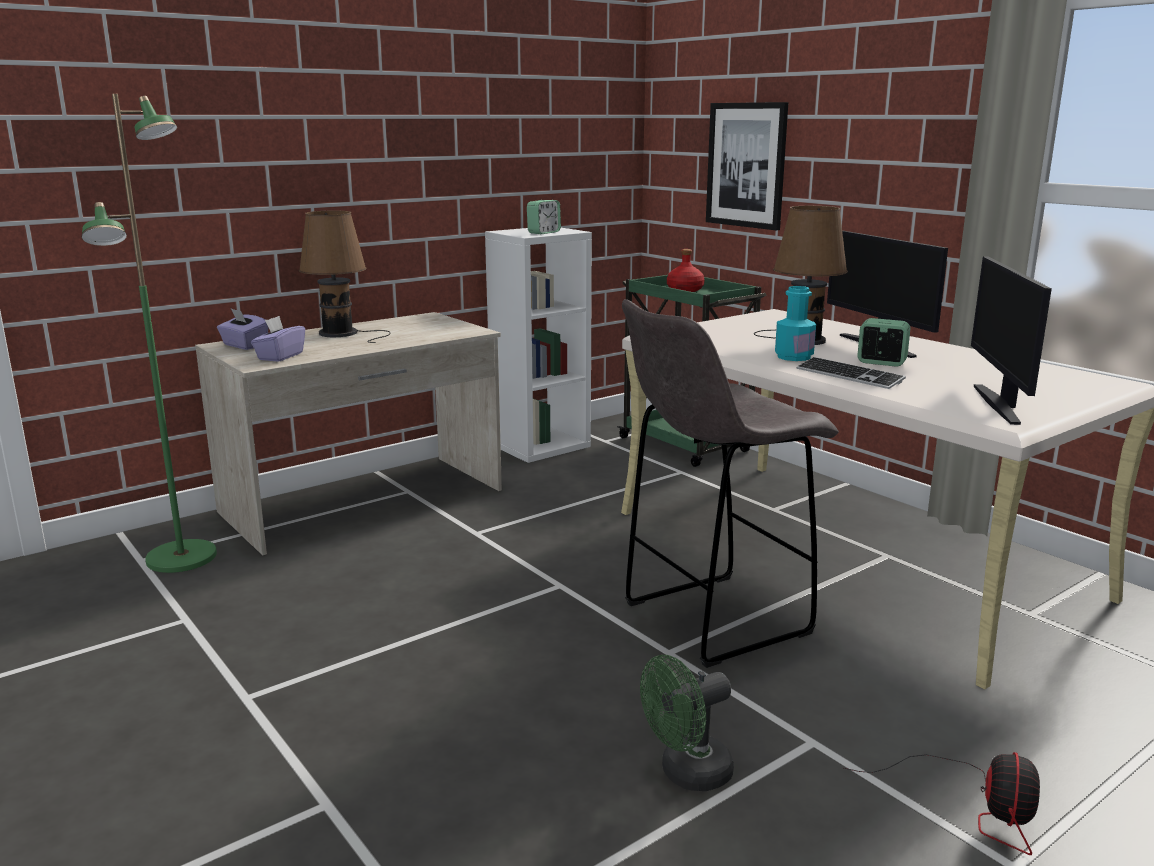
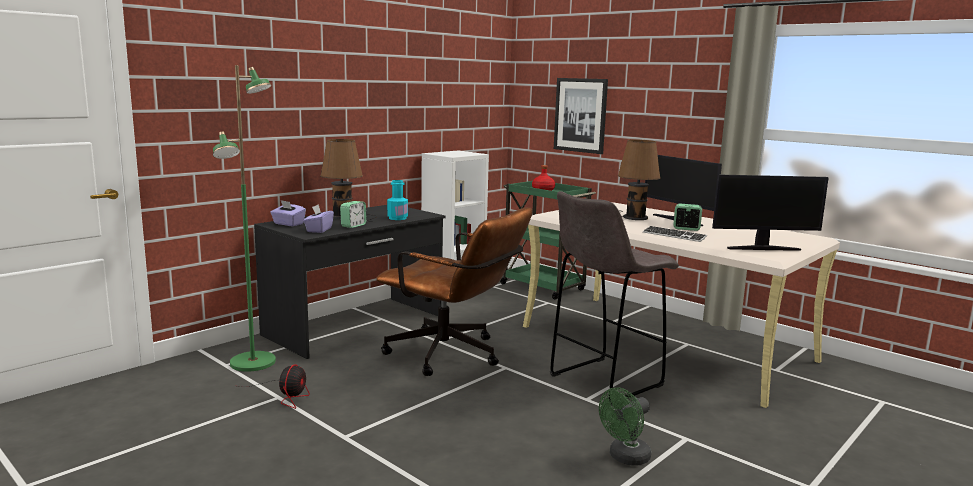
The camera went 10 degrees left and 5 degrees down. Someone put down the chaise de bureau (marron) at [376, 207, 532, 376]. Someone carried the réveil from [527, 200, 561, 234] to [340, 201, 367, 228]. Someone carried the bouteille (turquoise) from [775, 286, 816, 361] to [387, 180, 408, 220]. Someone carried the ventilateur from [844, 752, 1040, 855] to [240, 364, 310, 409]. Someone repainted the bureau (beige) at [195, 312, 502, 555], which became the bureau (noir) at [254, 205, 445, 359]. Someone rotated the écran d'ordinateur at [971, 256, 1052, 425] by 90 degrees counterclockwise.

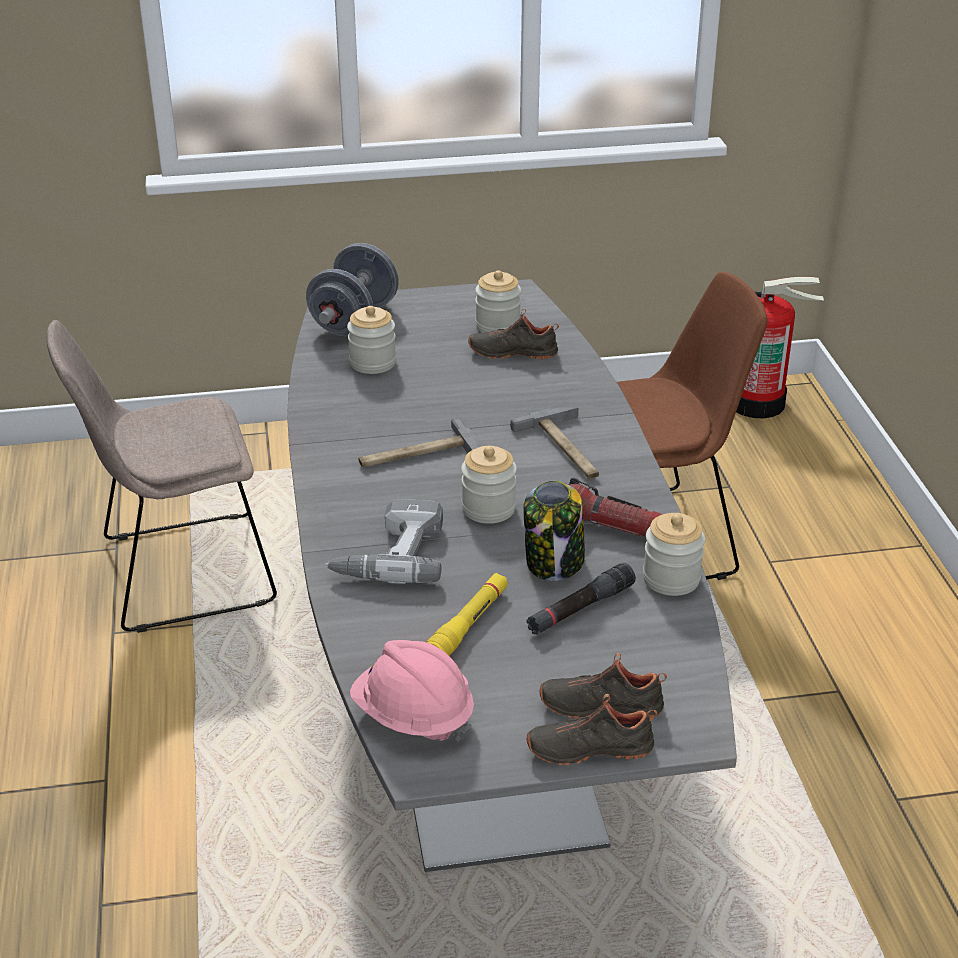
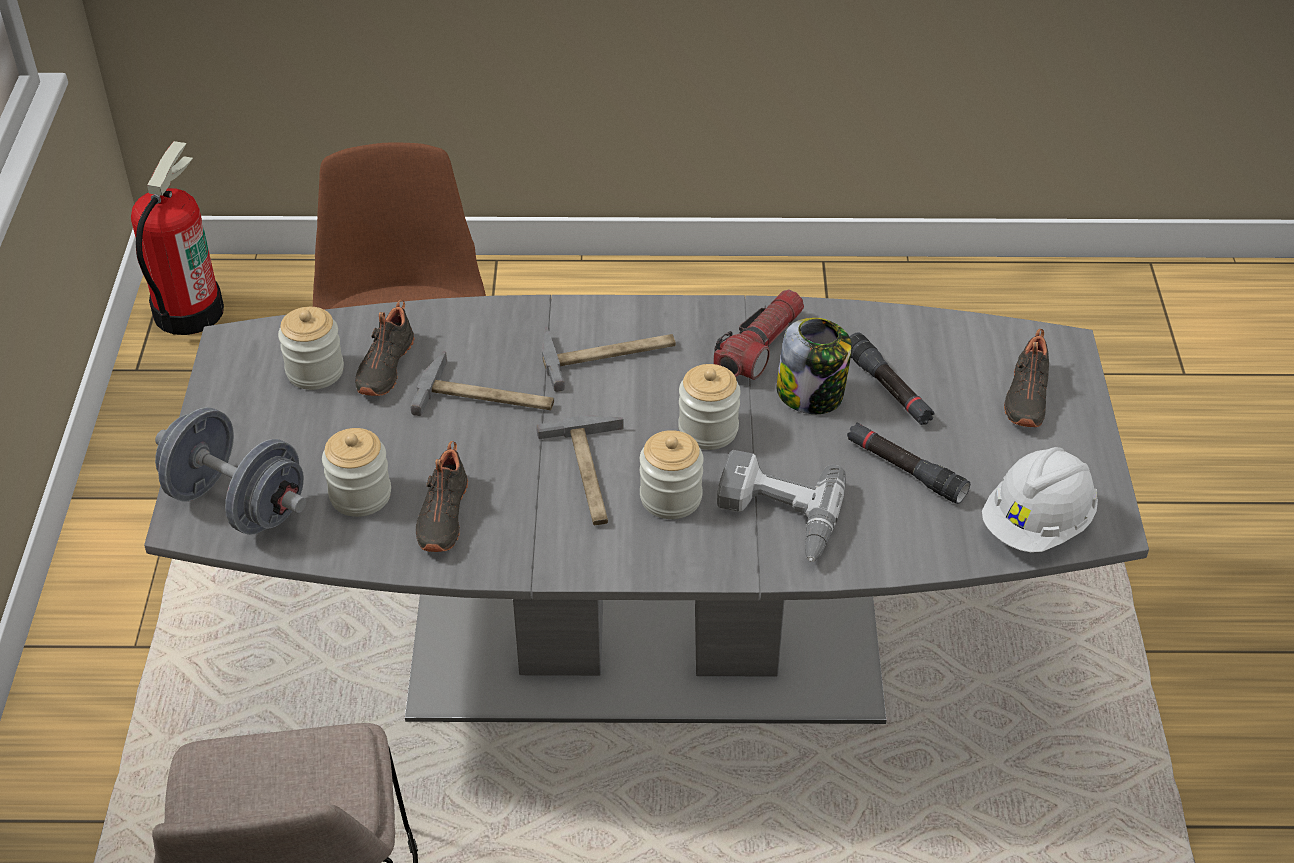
The camera went 80 degrees left and 10 degrees up. Someone put down the marteau at [410, 350, 554, 416]. Someone carried the chaussure (noir) from [527, 694, 657, 765] to [416, 441, 468, 552]. Someone carried the bocal from [643, 513, 705, 596] to [640, 430, 704, 519]. Someone repainted the casque de chantier (rose) at [350, 640, 474, 742], which became the casque de chantier (blanc) at [982, 447, 1098, 553]. Someone repainted the lampe de poche (jaune) at [427, 573, 508, 656], which became the lampe de poche (noir) at [847, 422, 970, 504].

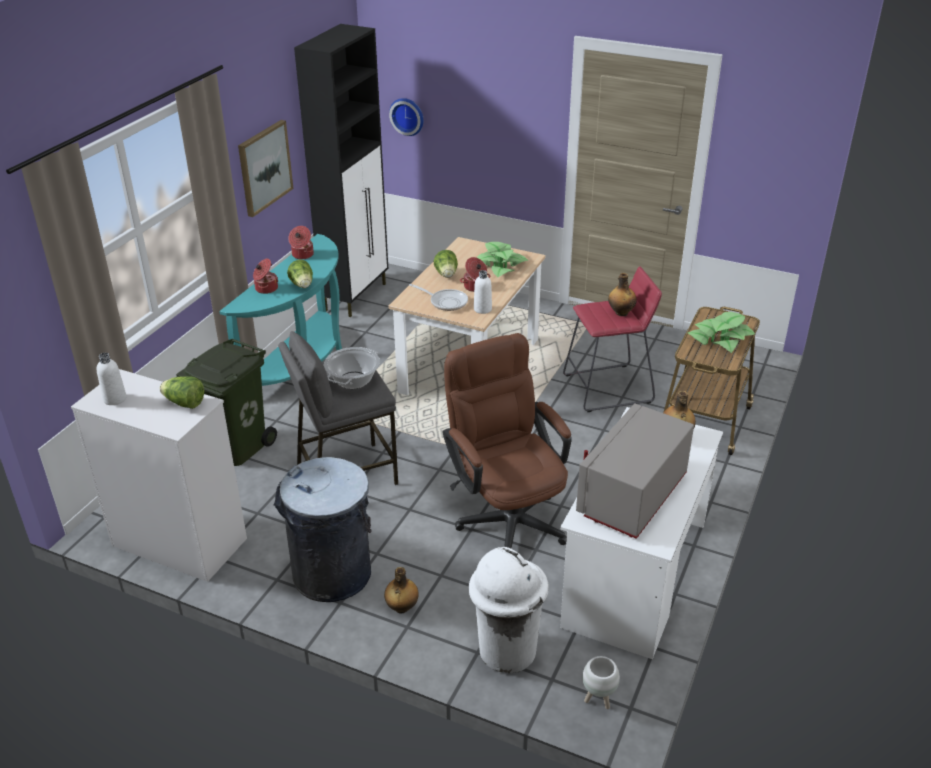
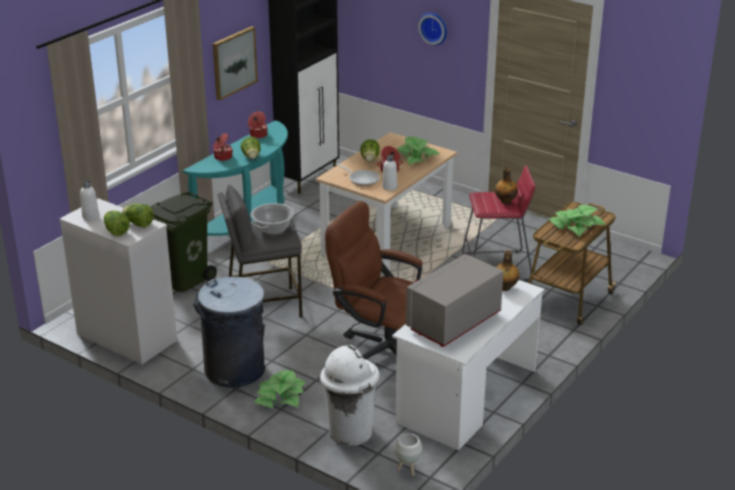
The camera went 10 degrees right and 5 degrees down. Someone put down the laitue at [104, 210, 130, 236]. Someone carried the horloge murale from [389, 98, 424, 136] to [418, 13, 447, 46]. Someone swapped the bouteille at [384, 567, 419, 614] for the plante en pot at [254, 370, 306, 408]. Someone rotated the chaise de bureau (marron) at [442, 333, 572, 548] by 45 degrees counterclockwise.

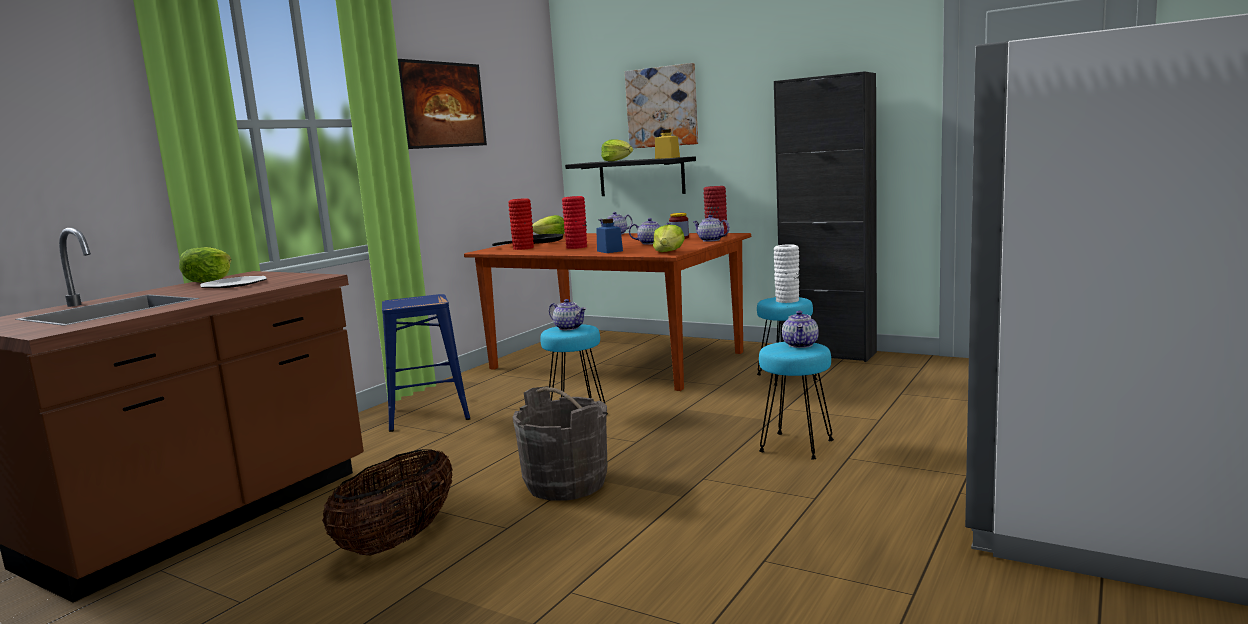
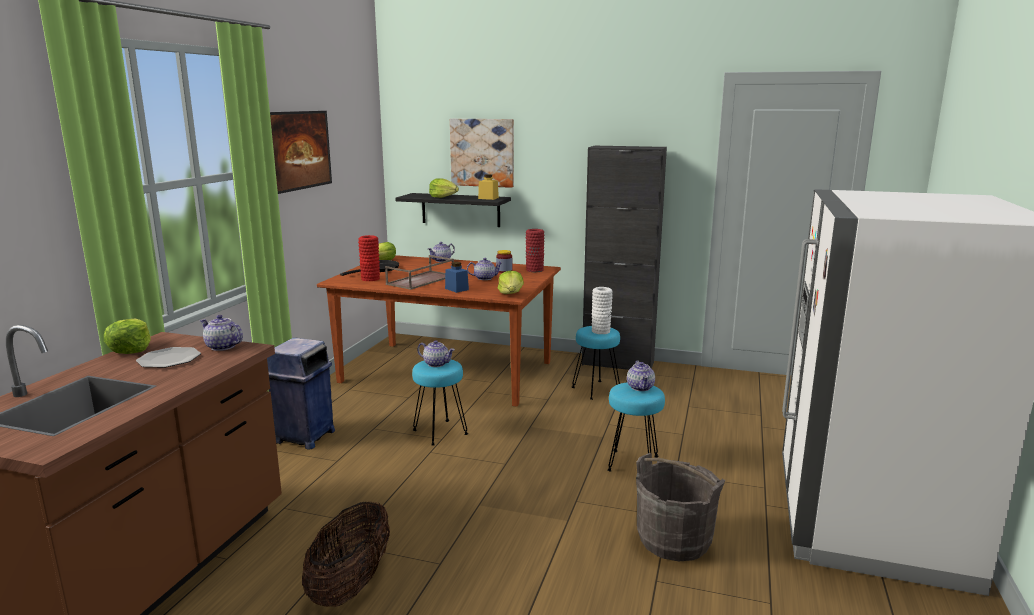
The camera went 15 degrees left and 5 degrees up. Someone carried the seau (gris) from [512, 386, 607, 501] to [636, 453, 726, 561]. Someone carried the théière from [693, 215, 730, 242] to [200, 315, 243, 351]. Someone swapped the tabouret (bleu) at [382, 294, 470, 432] for the poubelle (bleu) at [267, 337, 335, 450]. Someone swapped the vase (rouge) at [562, 196, 587, 249] for the plateau (marron) at [385, 255, 454, 290].

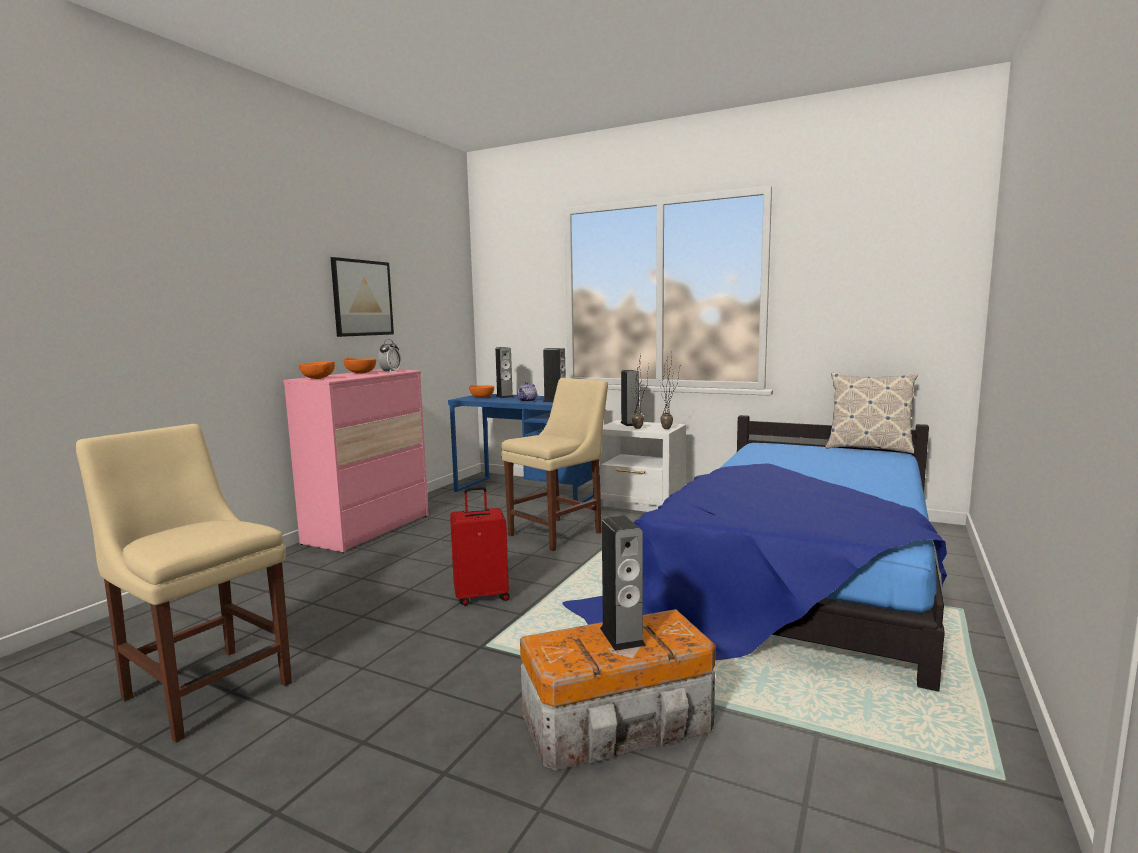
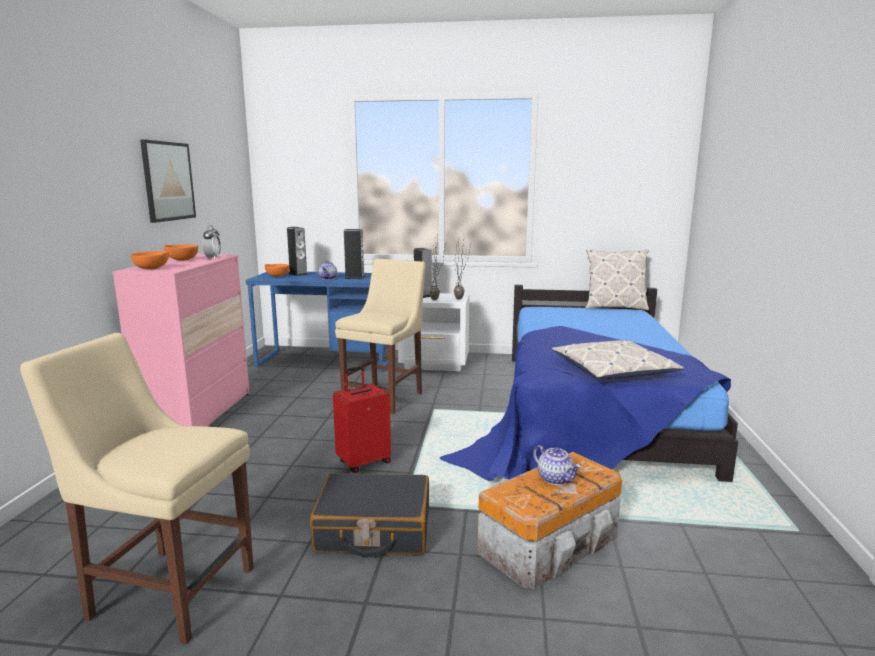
The camera went 20 degrees left and 5 degrees up. Someone put down the valise (noir) at [310, 473, 429, 558]. Someone put down the coussin at [552, 340, 684, 379]. Someone swapped the enceinte at [600, 516, 646, 651] for the théière at [533, 445, 581, 485].

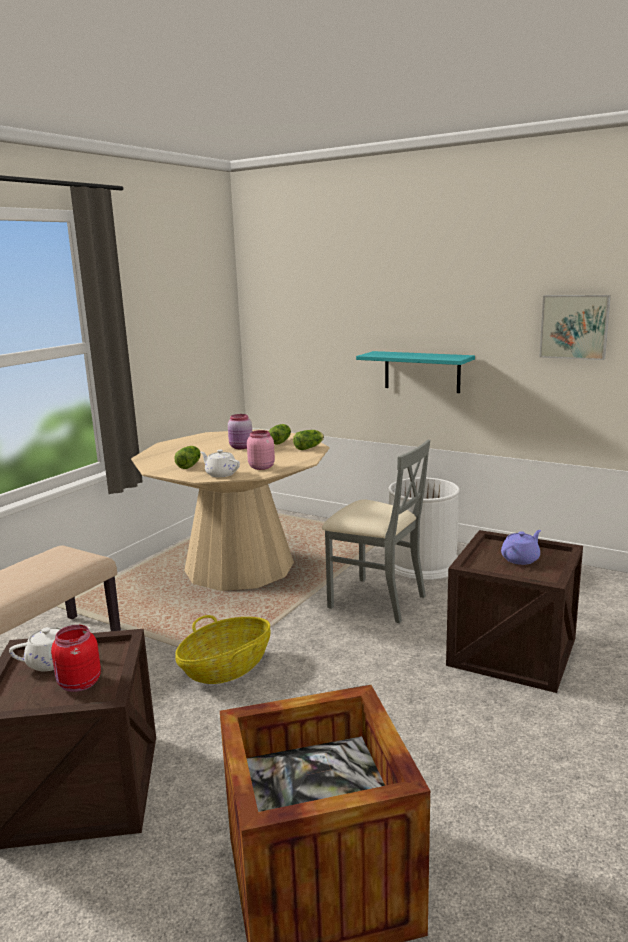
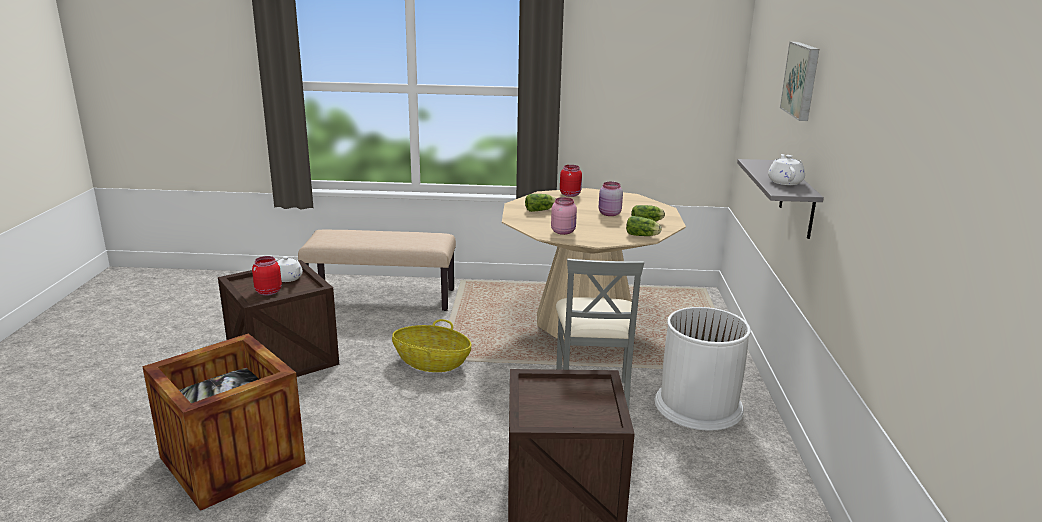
The camera went 60 degrees right and 5 degrees up. Someone took away the théière (violet) at [501, 530, 541, 565]. Someone put down the bocal (rouge) at [560, 165, 582, 197]. Someone carried the théière (blanc) from [200, 450, 240, 477] to [768, 154, 805, 185]. Someone carried the tableau from [539, 295, 611, 360] to [780, 41, 819, 121]. Someone repainted the étagère (turquoise) at [356, 351, 475, 393], which became the étagère (gris) at [737, 159, 824, 239].

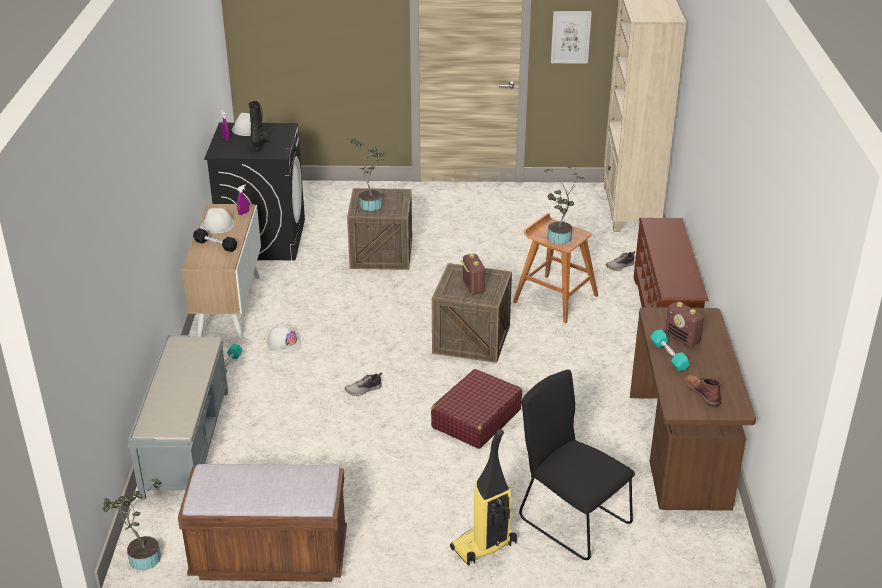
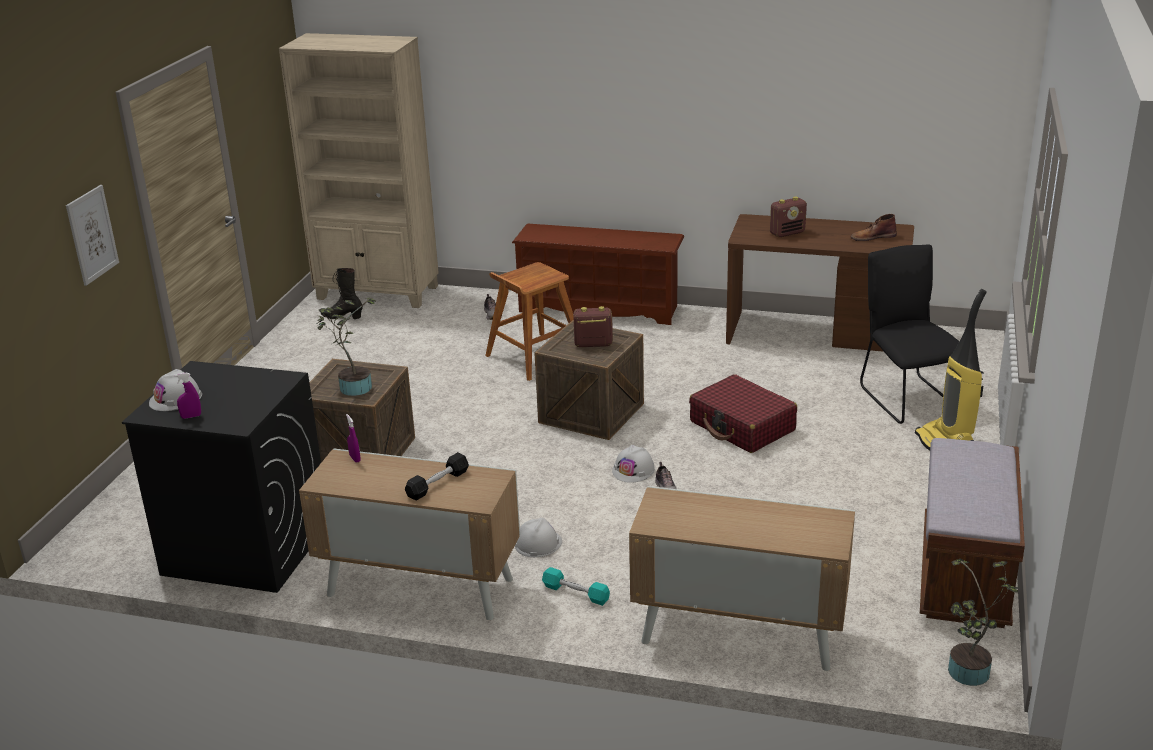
The camera went 75 degrees left and 5 degrees down. Someone took away the plante en pot at [544, 165, 585, 244]. Someone took away the haltère (turquoise) at [650, 329, 690, 371]. Someone carried the casque de chantier (blanc) from [200, 208, 234, 233] to [612, 445, 655, 483]. Someone carried the botte (noir) from [249, 100, 269, 151] to [321, 268, 363, 319]. Someone carried the tableau from [551, 11, 592, 64] to [66, 185, 119, 286]. Someone swapped the banc (gris) at [127, 335, 228, 500] for the meuble de rangement at [629, 486, 855, 671]. Someone rotated the chaise (noir) at [519, 370, 635, 560] by 105 degrees clockwise.

